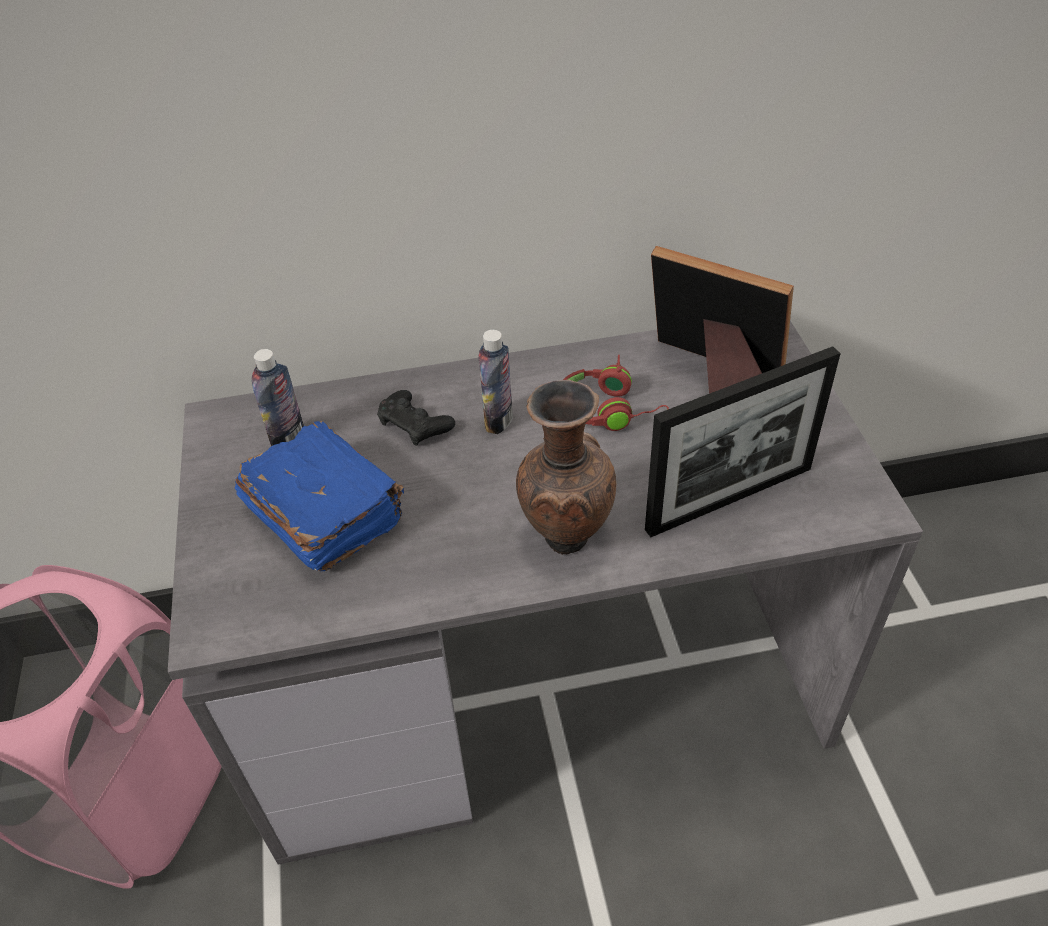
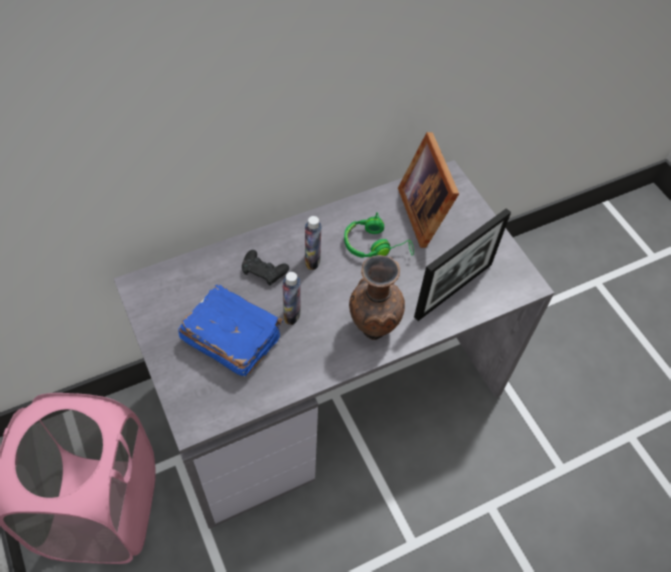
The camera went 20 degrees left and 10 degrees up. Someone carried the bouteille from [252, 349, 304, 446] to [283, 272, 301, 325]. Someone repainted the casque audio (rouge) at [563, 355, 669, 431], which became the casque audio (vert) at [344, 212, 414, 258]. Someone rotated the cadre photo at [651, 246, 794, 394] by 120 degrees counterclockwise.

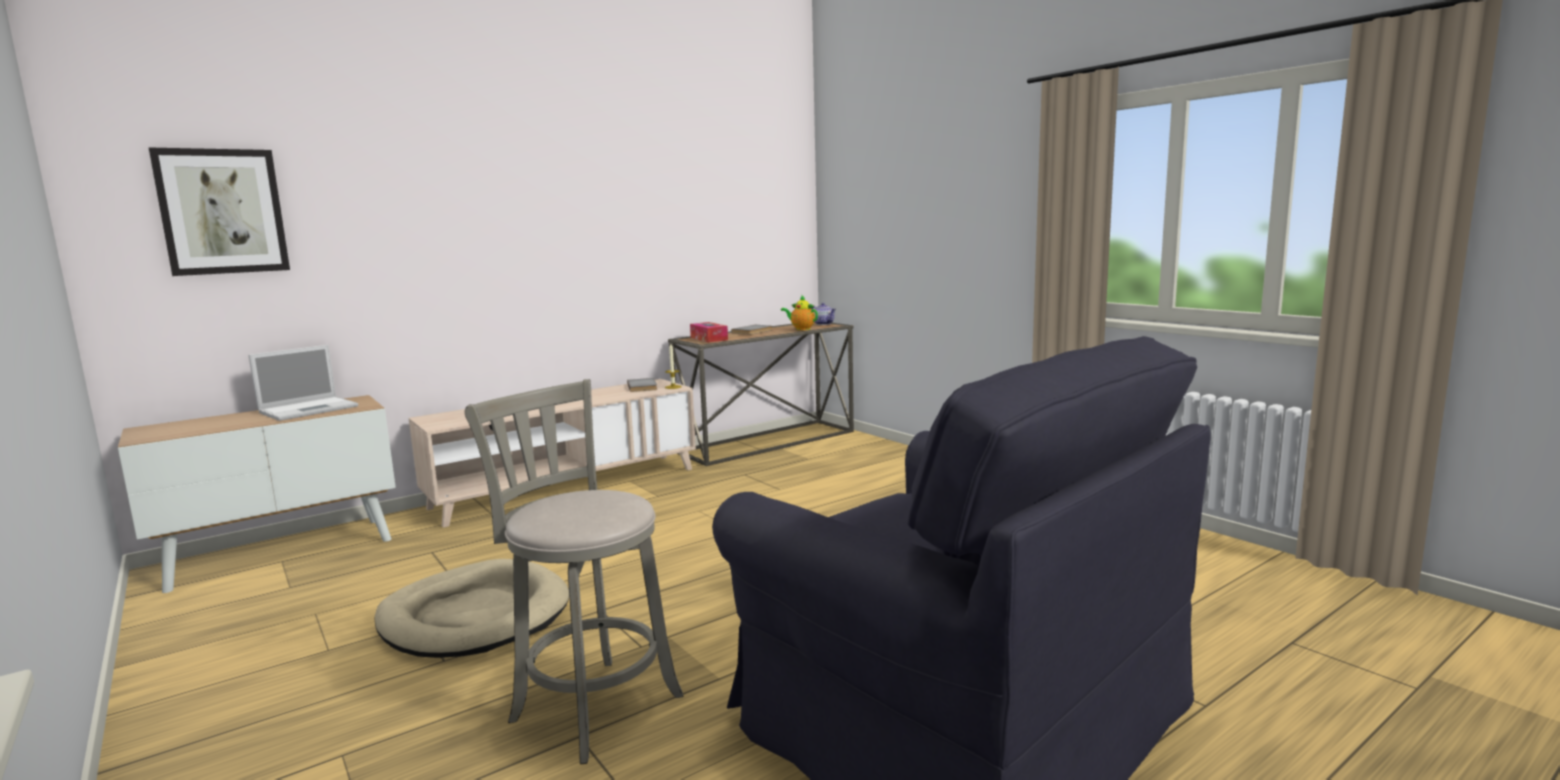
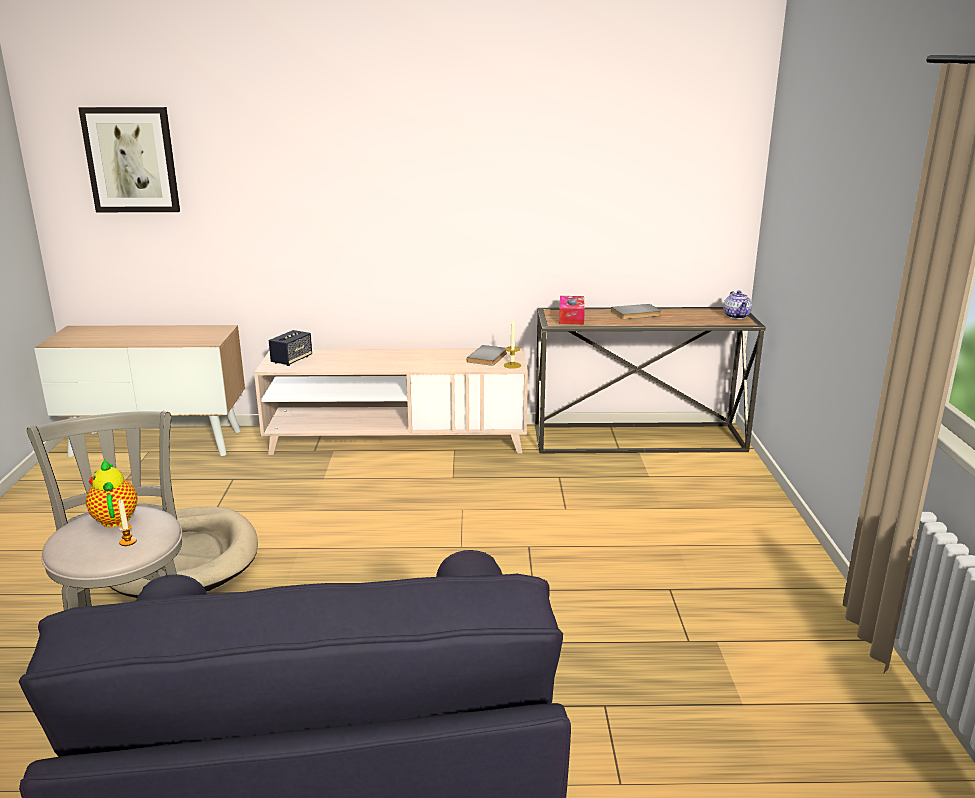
The camera went 35 degrees right and 10 degrees up. Someone took away the ordinateur portable at [249, 345, 358, 421]. Someone put down the bougie at [118, 500, 137, 546]. Someone put down the enceinte at [269, 330, 312, 366]. Someone carried the théière from [781, 296, 818, 330] to [86, 459, 137, 527].

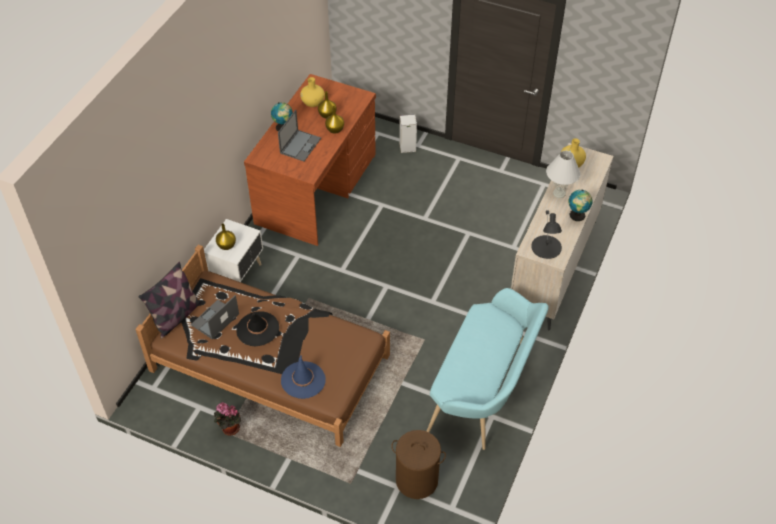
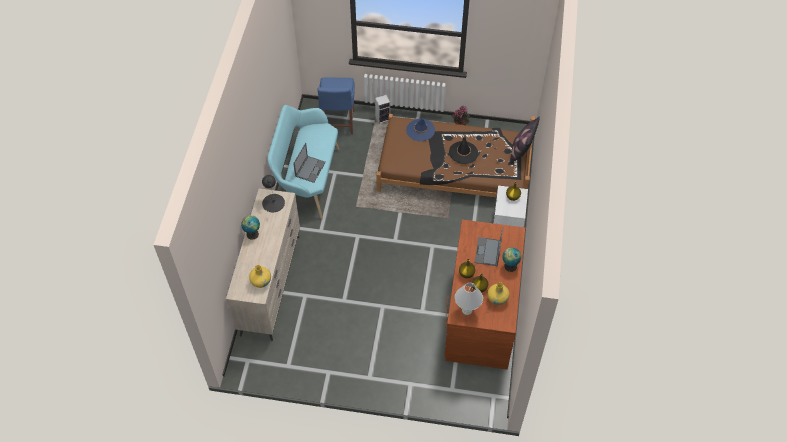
The camera went 165 degrees right and 5 degrees up. Someone carried the ordinateur portable from [191, 295, 239, 340] to [293, 143, 326, 183]. Someone carried the enceinte from [399, 115, 417, 153] to [375, 95, 390, 125]. Someone carried the lampe de table (blanc) from [546, 150, 580, 198] to [455, 283, 483, 315]. Someone swapped the panier à linge (marron) at [391, 430, 446, 499] for the chaise (bleu) at [317, 77, 355, 135].

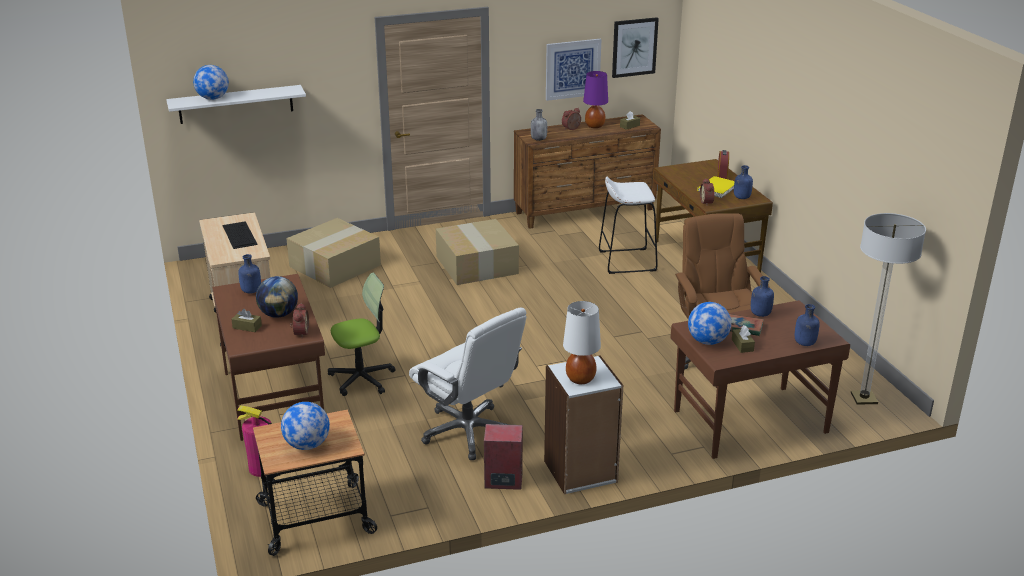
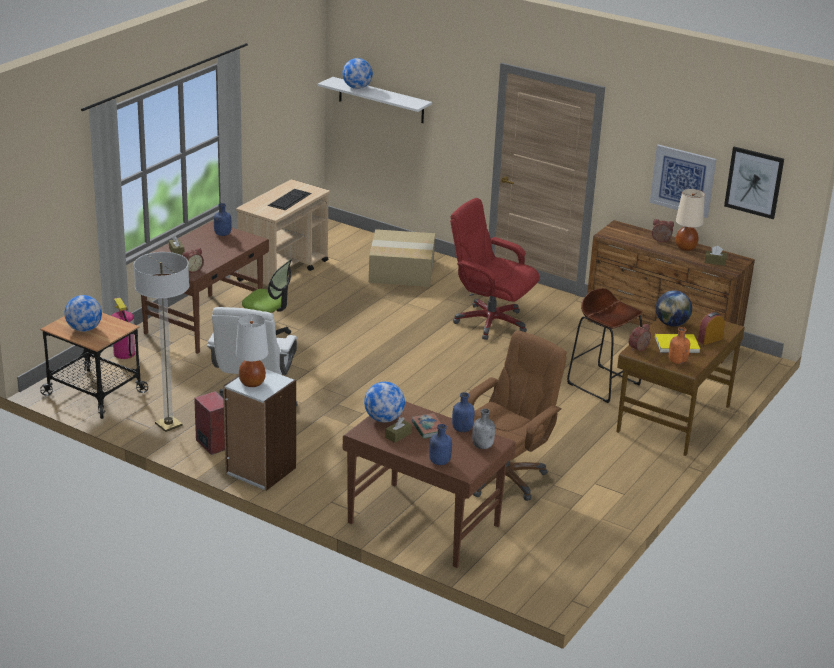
The camera went 50 degrees right and 0 degrees up. Someone carried the globe from [256, 276, 298, 318] to [656, 290, 692, 327]. Someone carried the bouteille (gris) from [531, 109, 547, 141] to [472, 409, 495, 449]. Someone carried the lampadaire from [851, 213, 926, 405] to [134, 252, 190, 432]. Someone swapped the carton at [436, 219, 519, 285] for the chaise de bureau (rouge) at [450, 198, 540, 340]. Someone repainted the lampe de table (violet) at [583, 71, 608, 128], which became the lampe de table (beige) at [676, 189, 705, 251]. Someone repainted the tabouret (blanc) at [599, 176, 658, 274], which became the tabouret (marron) at [567, 288, 642, 403]. Someone repainted the bouteille (bleu) at [734, 165, 753, 199], which became the bouteille (orange) at [669, 327, 690, 364].

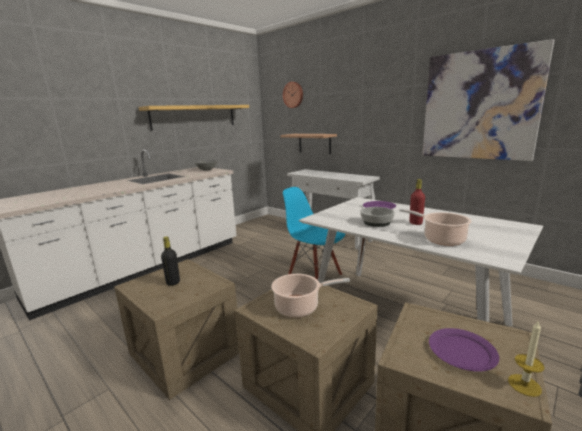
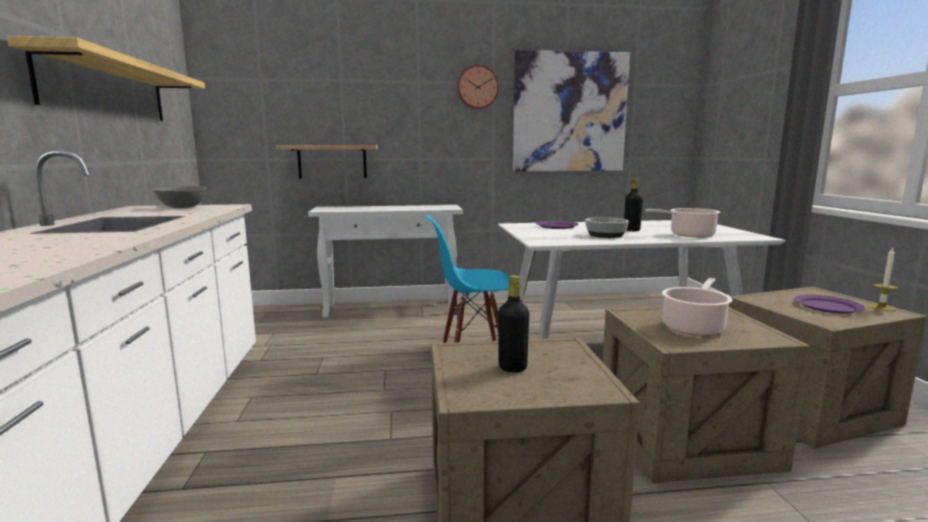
The camera went 50 degrees left and 5 degrees down. Someone carried the horloge murale from [283, 82, 303, 108] to [457, 65, 499, 109]. Someone repainted the bouteille (rouge) at [409, 179, 425, 225], which became the bouteille (noir) at [624, 178, 643, 231].

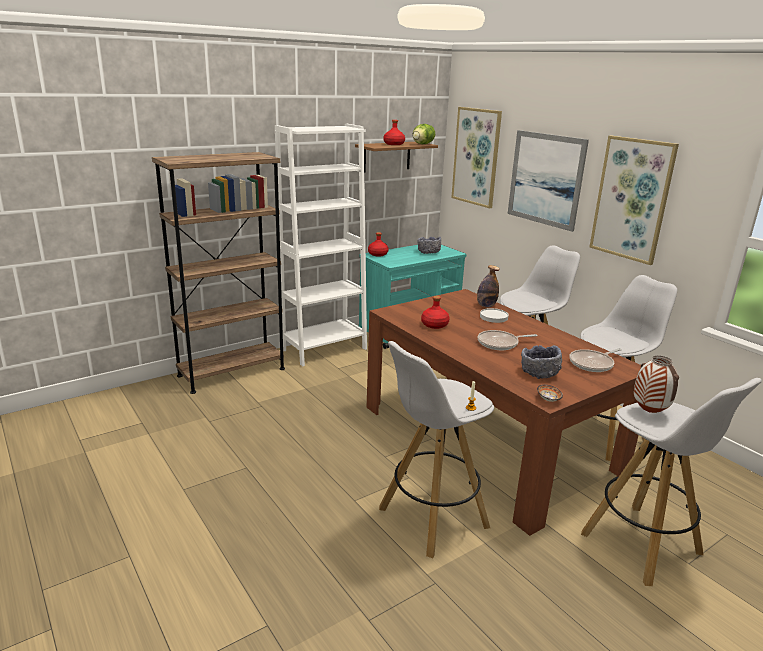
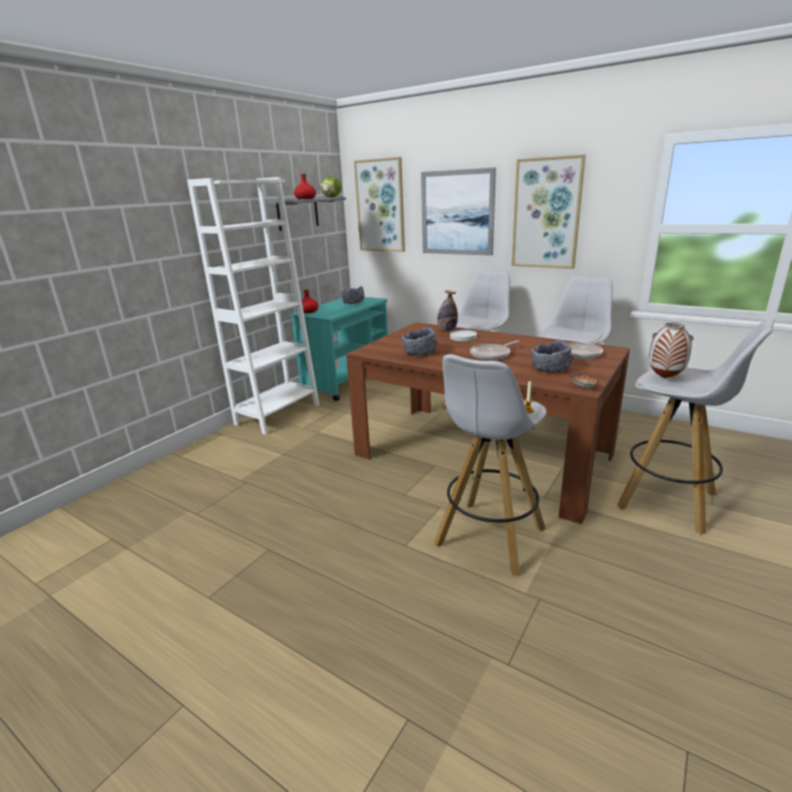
The camera went 20 degrees left and 0 degrees up. Someone took away the bibliothèque (marron) at [152, 152, 285, 394]. Someone swapped the bouteille (rouge) at [421, 296, 450, 329] for the bol (gris) at [402, 327, 438, 356]. Someone repainted the étagère (marron) at [355, 142, 438, 173], which became the étagère (gris) at [268, 197, 346, 231].

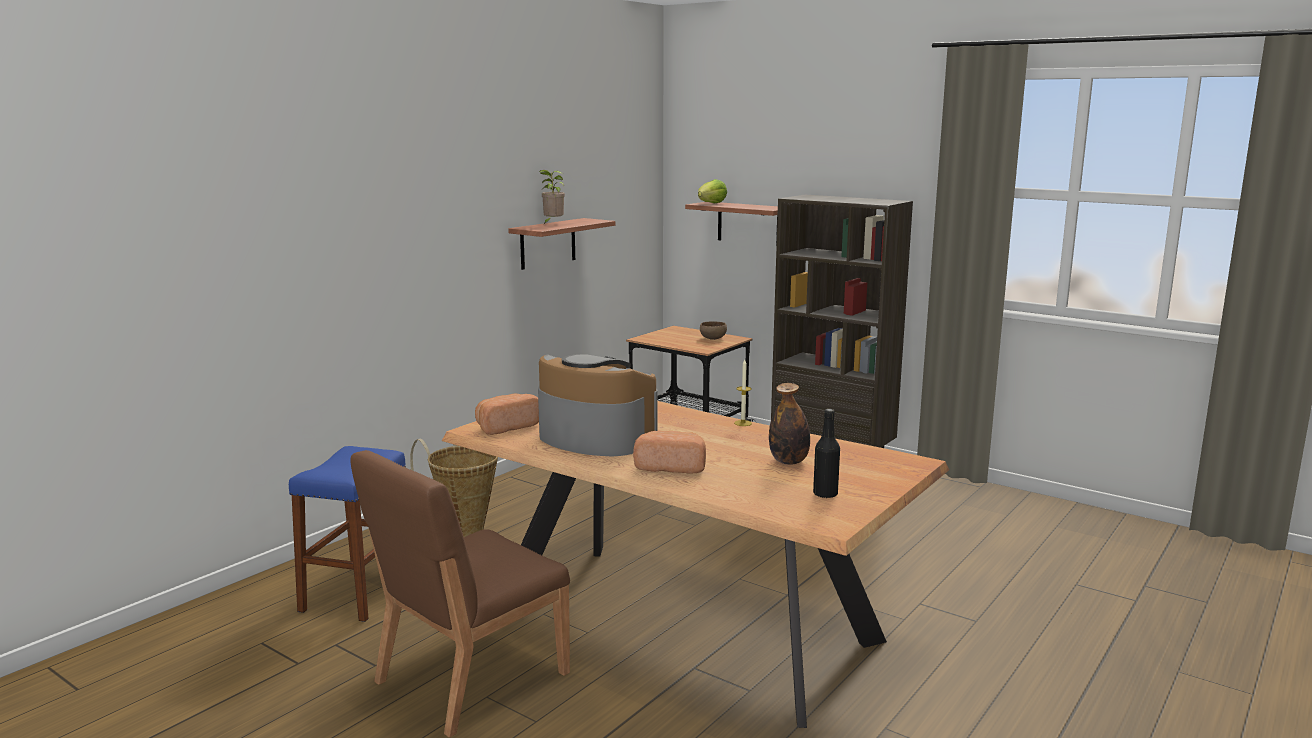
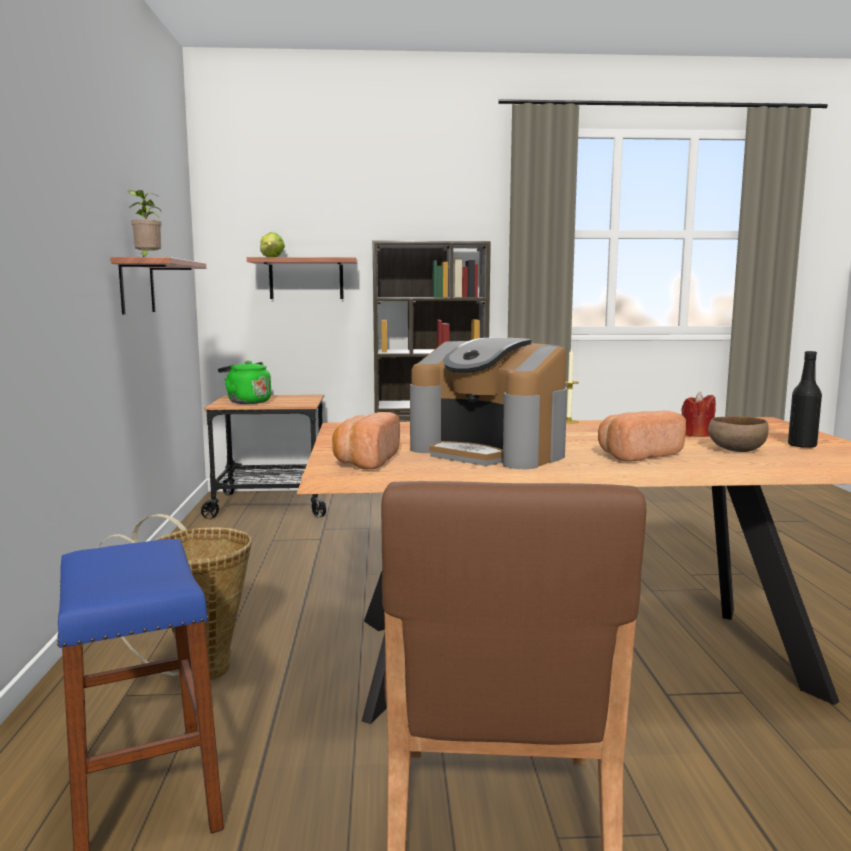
The camera went 40 degrees left and 5 degrees down. Someone put down the bouilloire (vert) at [218, 361, 271, 404]. Someone carried the bol (marron) from [700, 321, 727, 340] to [708, 416, 769, 452]. Someone swapped the bouteille at [769, 383, 810, 465] for the bougie (rouge) at [681, 392, 716, 437]. Someone rotated the machine à café at [538, 354, 657, 457] by 135 degrees counterclockwise.

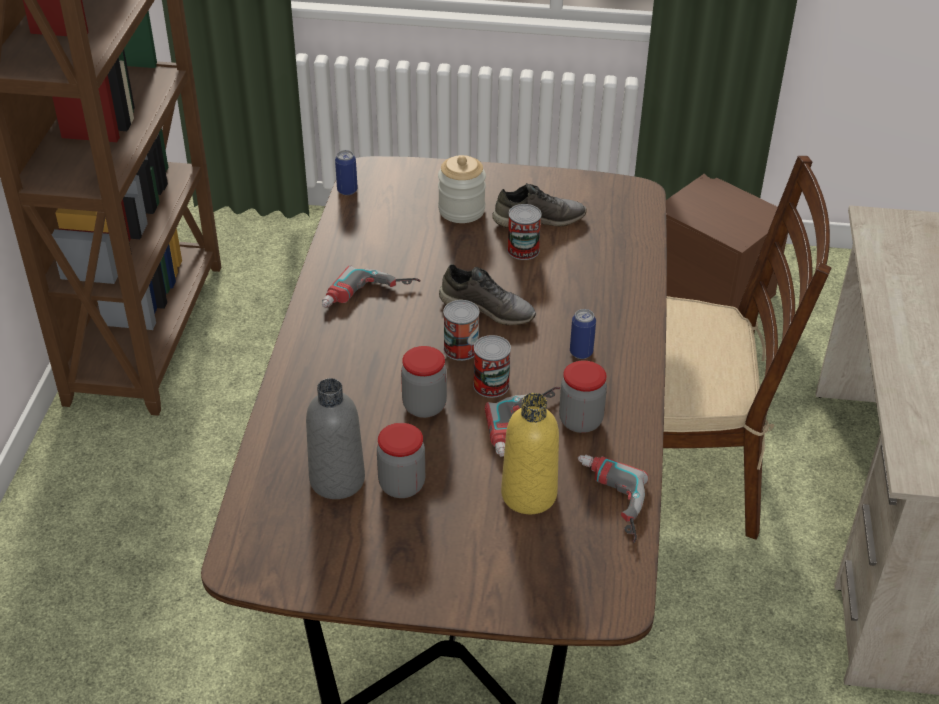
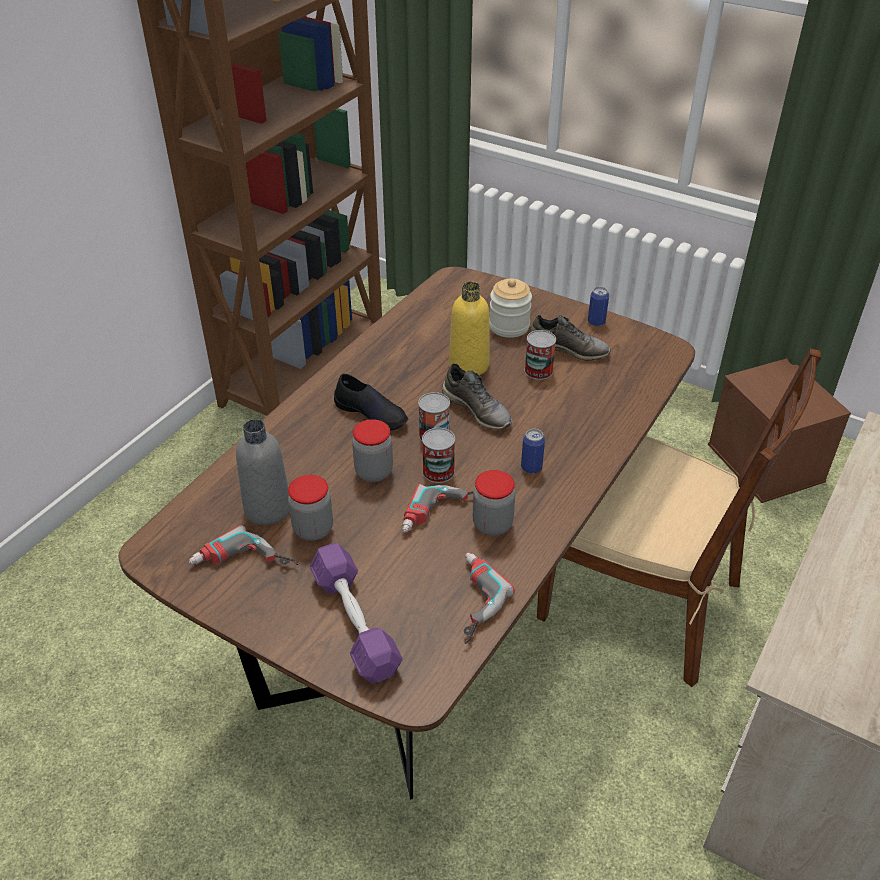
The camera went 25 degrees right and 0 degrees up. Someone put down the haltère (violet) at [310, 543, 403, 684]. Someone put down the chaussure (noir) at [334, 374, 408, 430]. Someone carried the perceuse from [322, 265, 421, 308] to [189, 525, 299, 565]. Someone carried the boîte métallique from [335, 150, 357, 195] to [588, 287, 609, 326]. Someone carried the bouteille (jaune) from [501, 393, 559, 514] to [449, 282, 489, 375].

